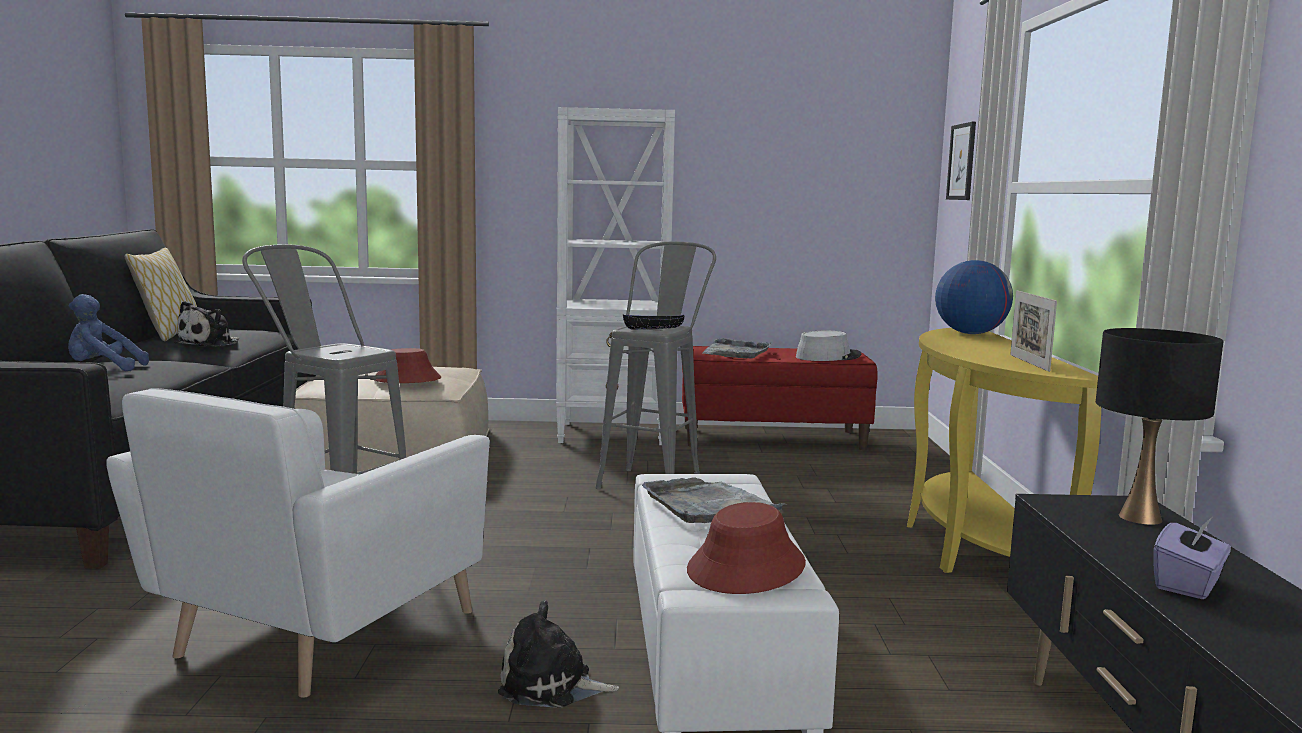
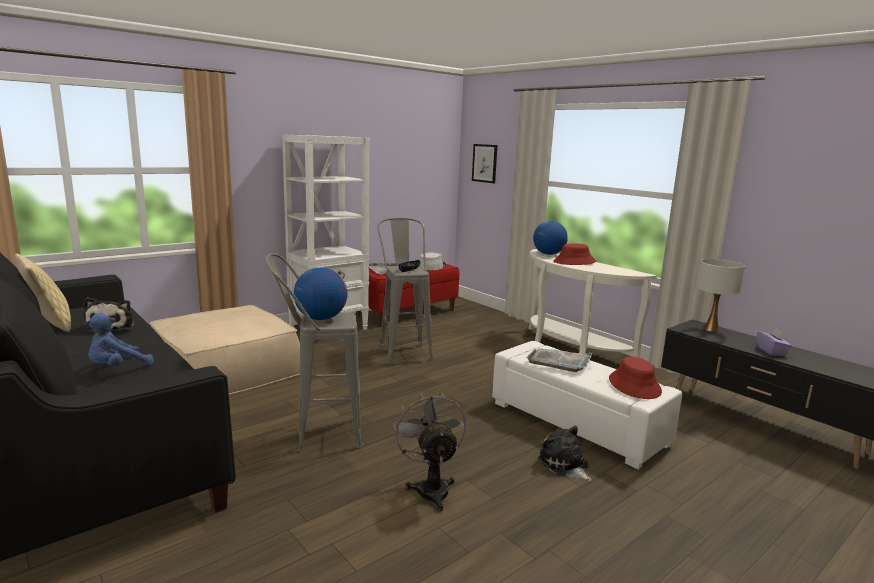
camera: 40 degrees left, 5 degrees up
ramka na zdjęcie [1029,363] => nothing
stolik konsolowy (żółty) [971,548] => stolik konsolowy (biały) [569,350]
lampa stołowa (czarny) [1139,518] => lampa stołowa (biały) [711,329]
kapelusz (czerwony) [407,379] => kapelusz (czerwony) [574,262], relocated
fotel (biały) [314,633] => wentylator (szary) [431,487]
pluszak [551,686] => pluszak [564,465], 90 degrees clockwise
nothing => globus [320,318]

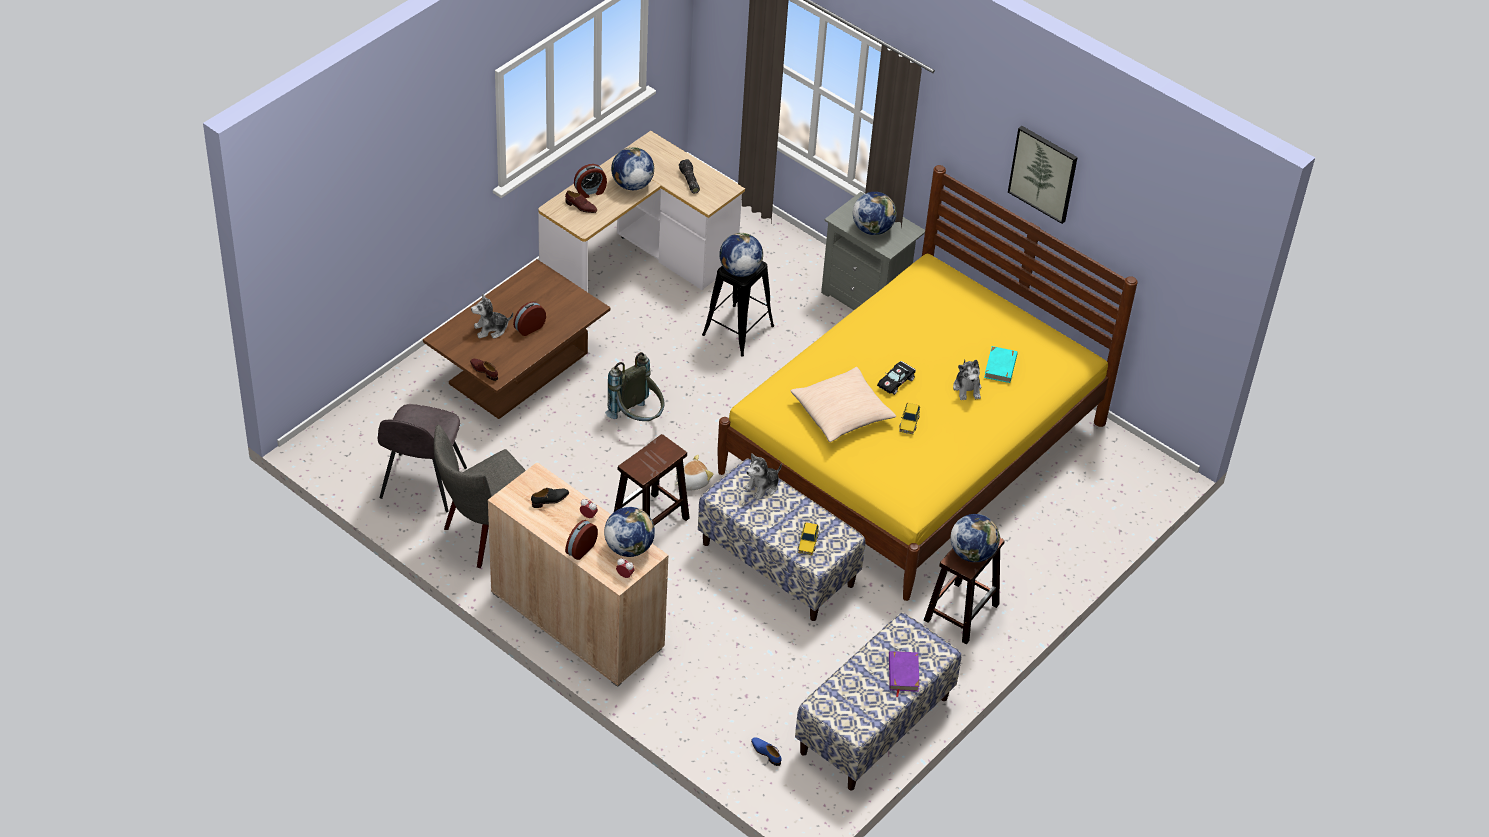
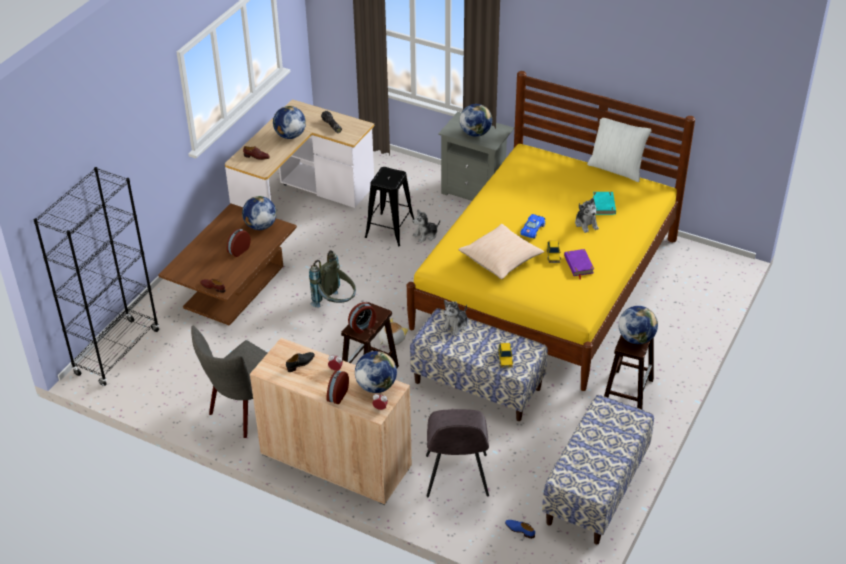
camera: 10 degrees left, 5 degrees down
obraz [1043,173] => nothing
budzik [590,191] => budzik [363,326], relocated
globus [739,270] => globus [260,226], relocated
pluszak [491,329] => pluszak [426,235], relocated
samochodzik (czarny) [896,381] => samochodzik (niebieski) [532,229]
krzesło (szary) [422,485] => krzesło (szary) [456,477], relocated
książka (fioletowy) [903,674] => książka (fioletowy) [578,265], relocated
nothing => poduszka (biały) [616,168]
nothing => regał (czarny) [117,352]

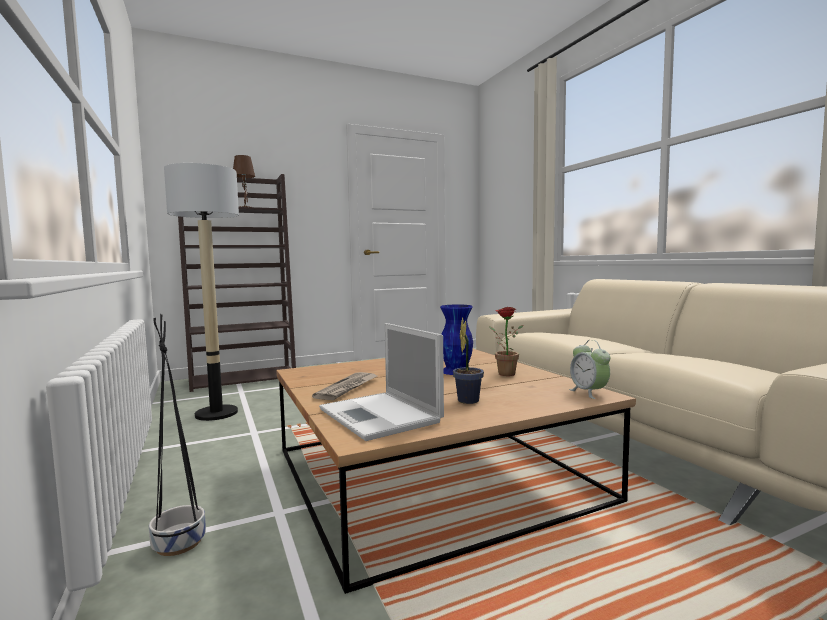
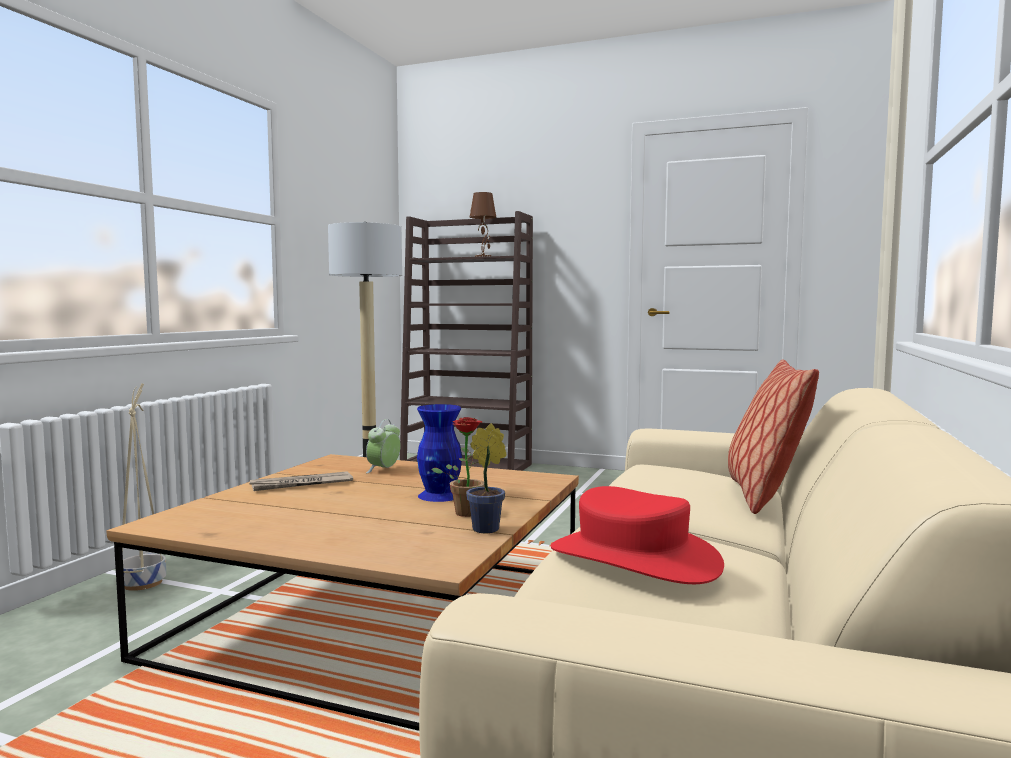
camera: 45 degrees right, 0 degrees up
donica (czarny) [178,542] => donica (beżowy) [143,583]
roślina doniczkowa [468,400] => roślina doniczkowa [489,529], relocated
laptop [381,416] => nothing
budzik [589,393] => budzik [383,470], relocated
nothing => poduszka [764,496]
nothing => kapelusz (czerwony) [633,558]

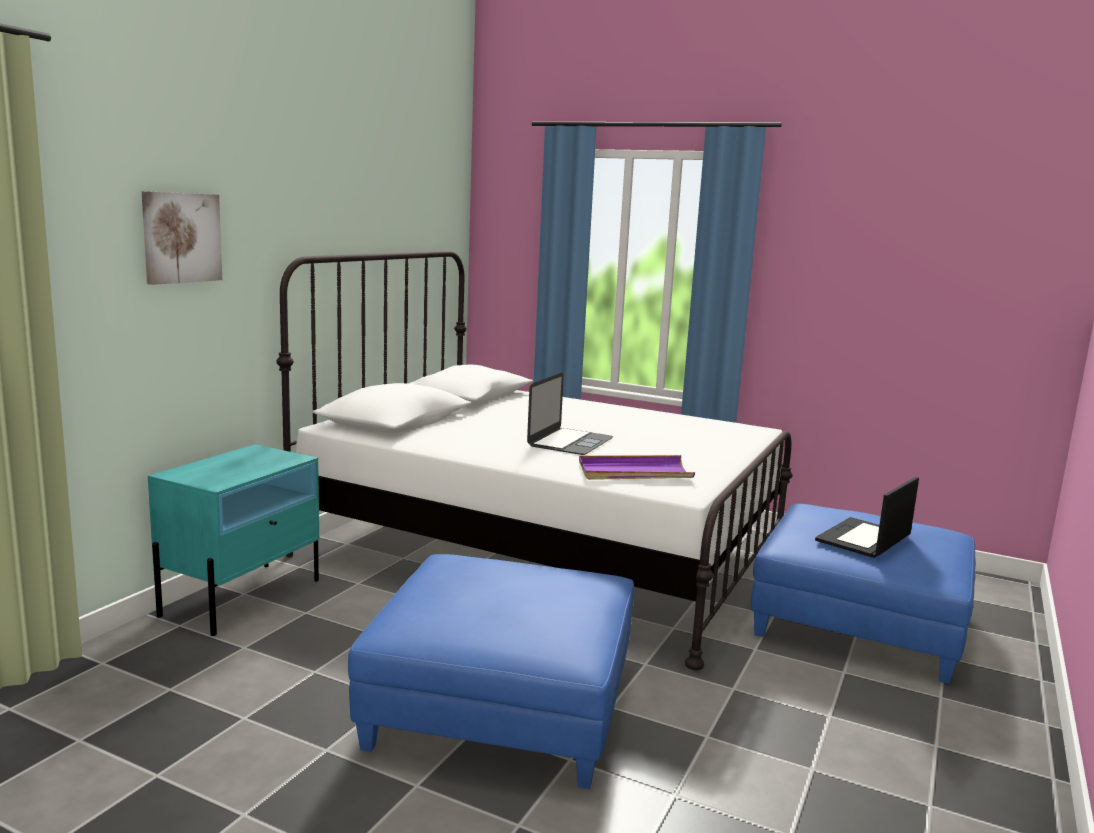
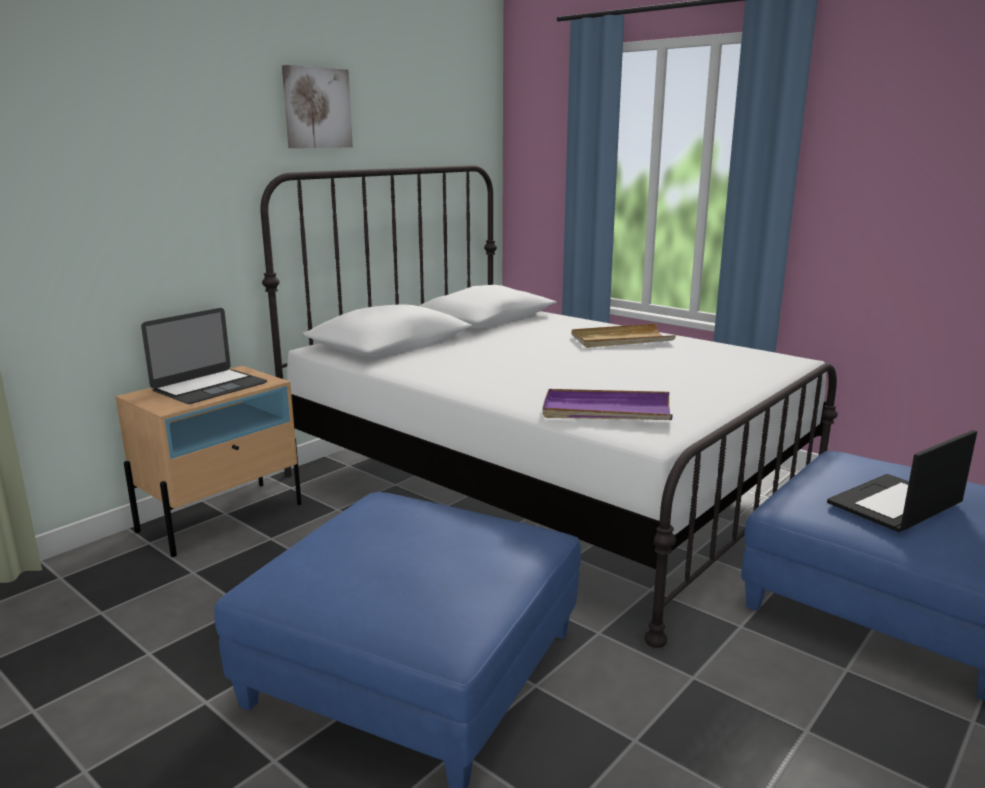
camera: 15 degrees right, 5 degrees up
obraz [181,237] => obraz [316,108], relocated
laptop [570,442] => laptop [210,386], relocated
szafka nocna (turkusowy) [243,597] => szafka nocna (beżowy) [222,517]
nothing => taca (beżowy) [621,340]

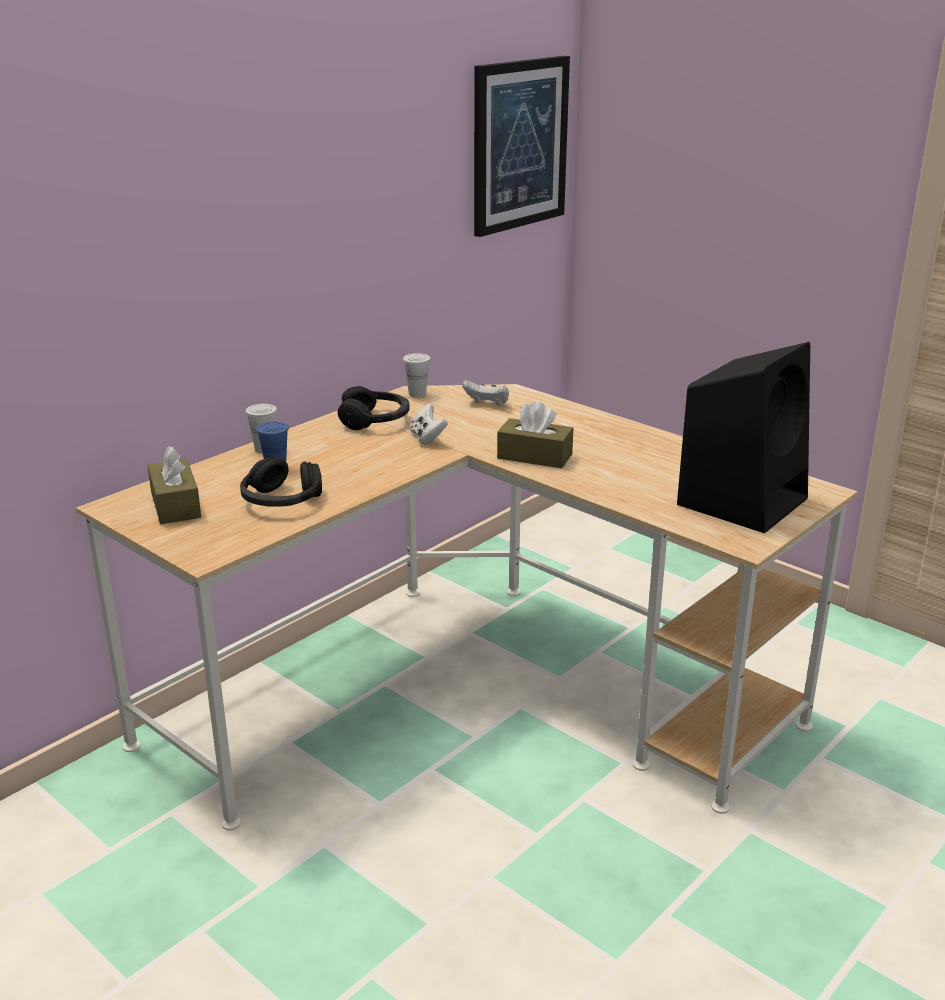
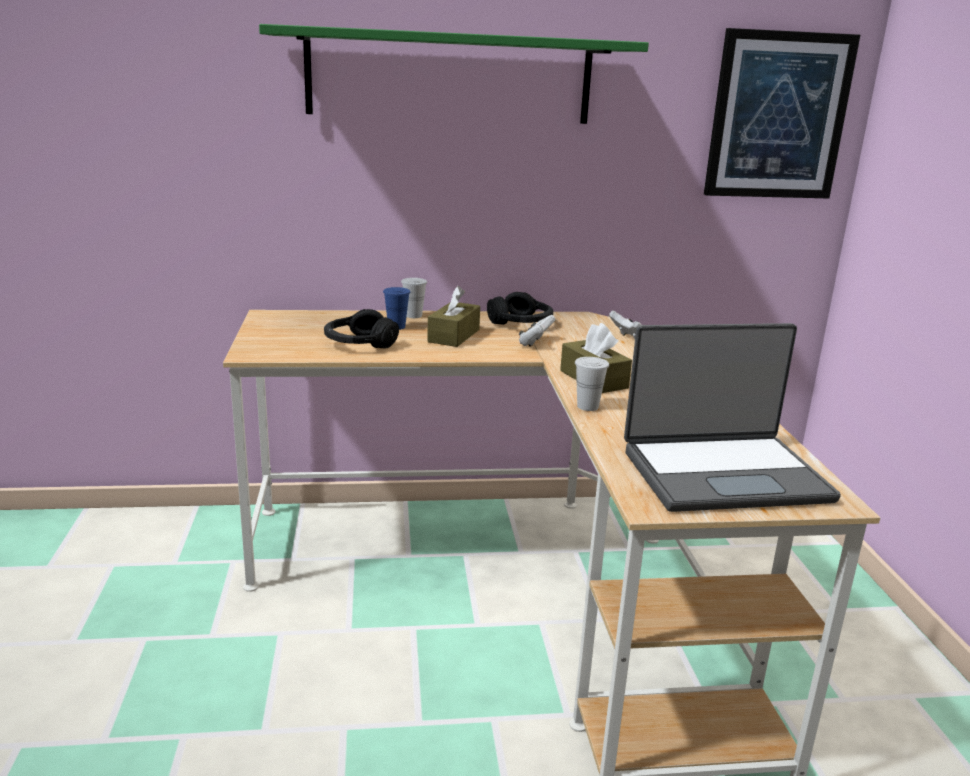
camera: 40 degrees right, 5 degrees down
głośnik (czarny) [743,500] => laptop [723,474]
filiżanka (biały) [417,394] => filiżanka (biały) [587,406], relocated
pudełko chusteczek (brązowy) [175,505] => pudełko chusteczek (brązowy) [454,336], relocated
nothing => półka (zielony) [450,77]

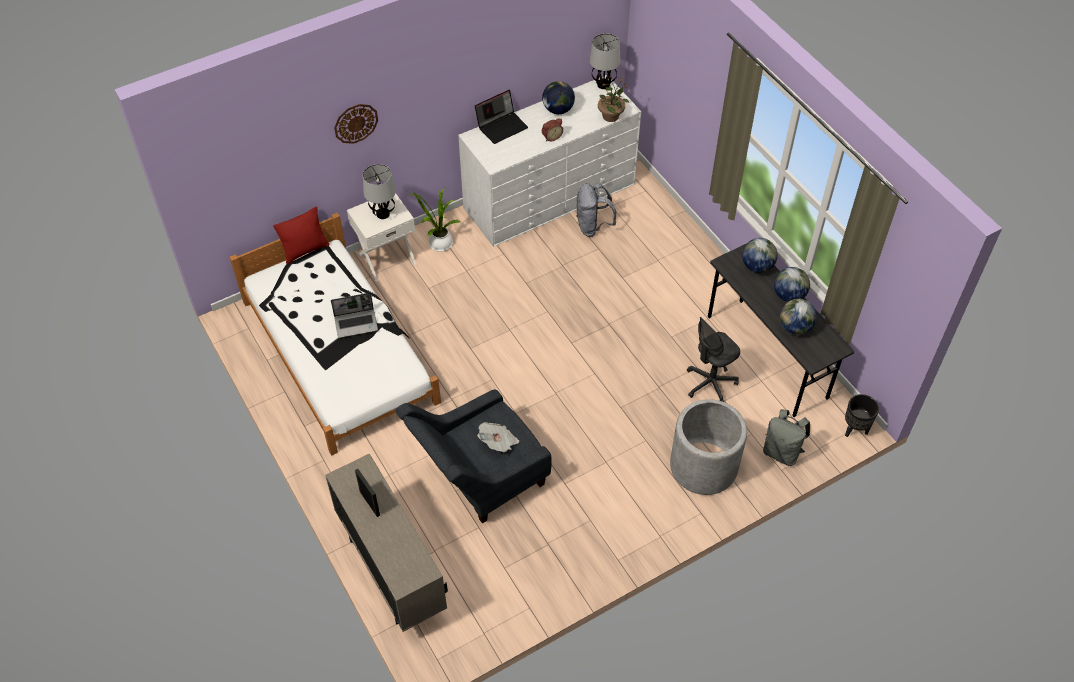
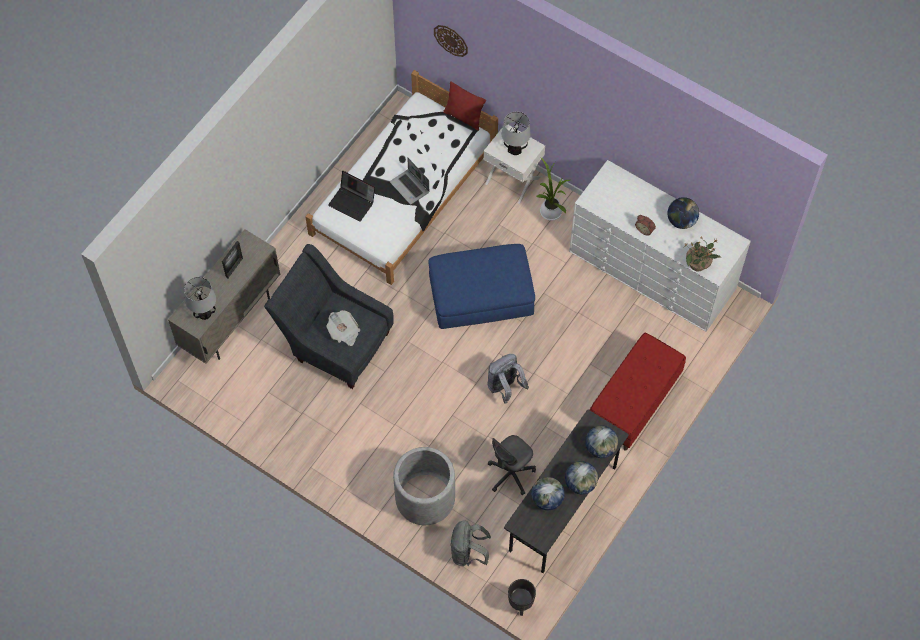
camera: 65 degrees right, 10 degrees up
lampa stołowa [603,85] => lampa stołowa [204,313], relocated
laptop [502,126] => laptop [353,202], relocated
zegar ścienny [356,123] => zegar ścienny [451,40], relocated
plecak (szary) [593,226] => plecak (szary) [505,387], relocated
krzesło biurowe (szary) [710,384] => krzesło biurowe (szary) [510,474], 75 degrees counterclockwise
nothing => pufa (niebieski) [481,295]
nothing => ławka (czerwony) [634,403]

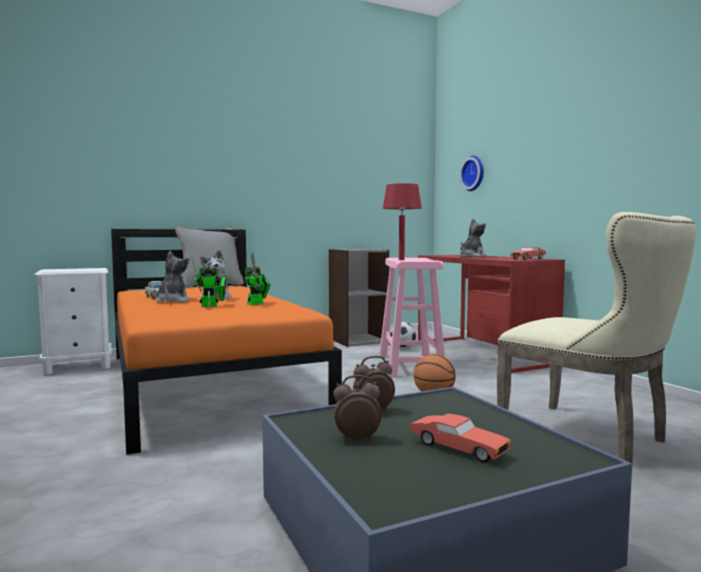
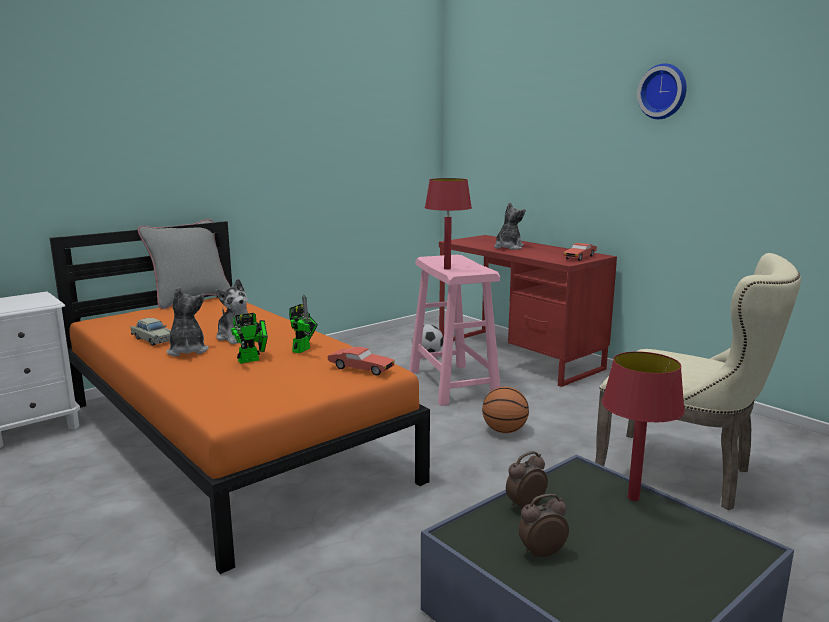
camera: 15 degrees left, 10 degrees up
zegar ścienny [474,173] => zegar ścienny [663,91], relocated
regał (szary) [357,340] => nothing
samochodzik (czerwony) [457,448] => samochodzik (czerwony) [360,369], relocated
nothing => lampa stołowa (czerwony) [633,498]

